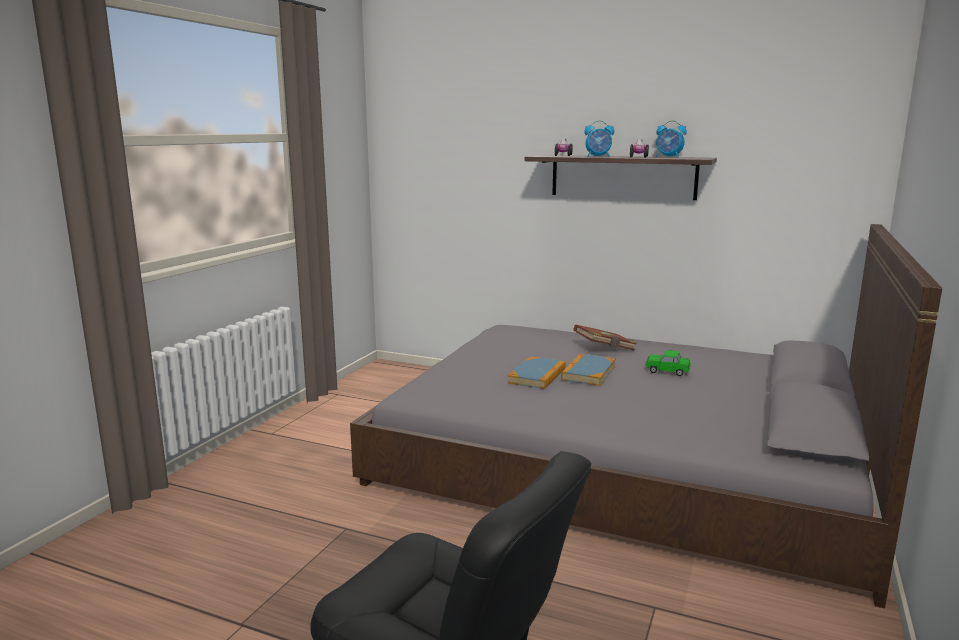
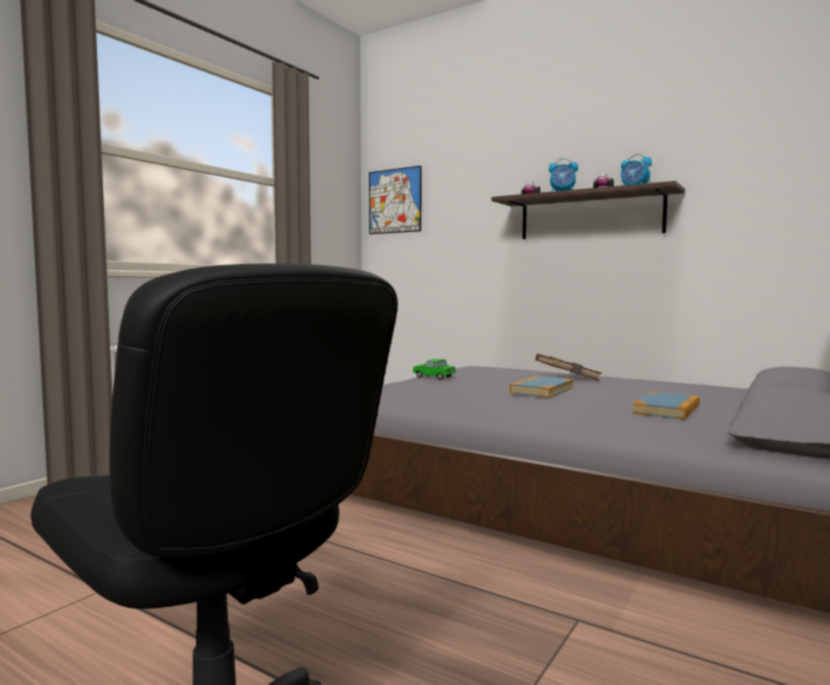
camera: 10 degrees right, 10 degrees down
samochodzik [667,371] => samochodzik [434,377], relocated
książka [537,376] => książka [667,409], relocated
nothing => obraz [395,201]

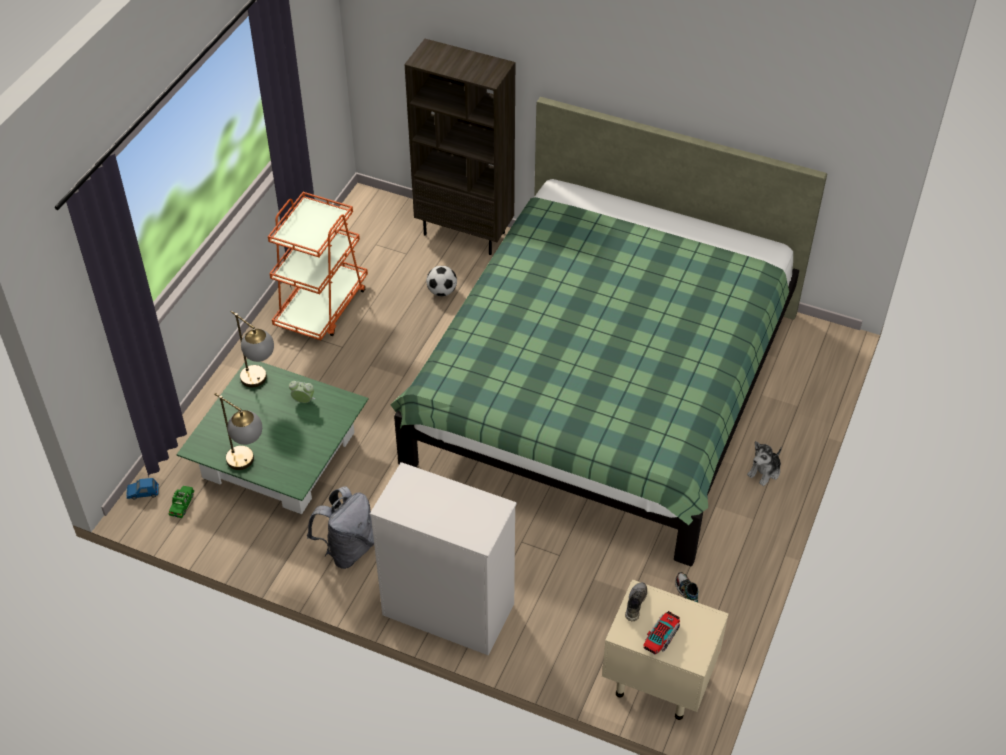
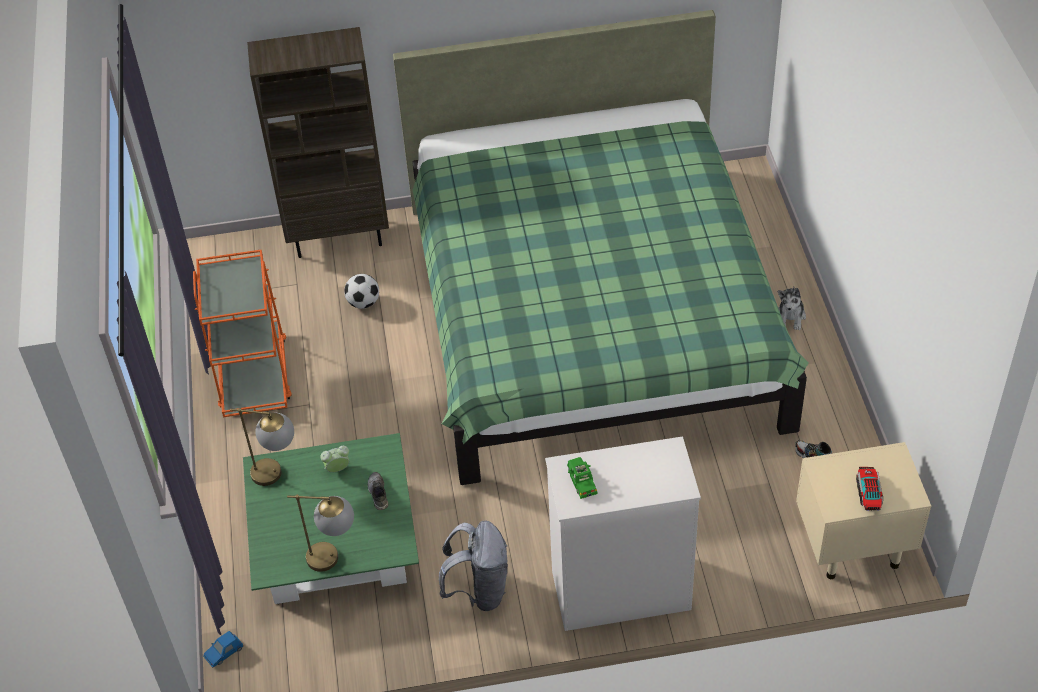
camera: 30 degrees left, 0 degrees up
samochodzik (zielony) [182,504] => samochodzik (zielony) [581,481], relocated
but (szary) [635,603] => but (szary) [377,493], relocated

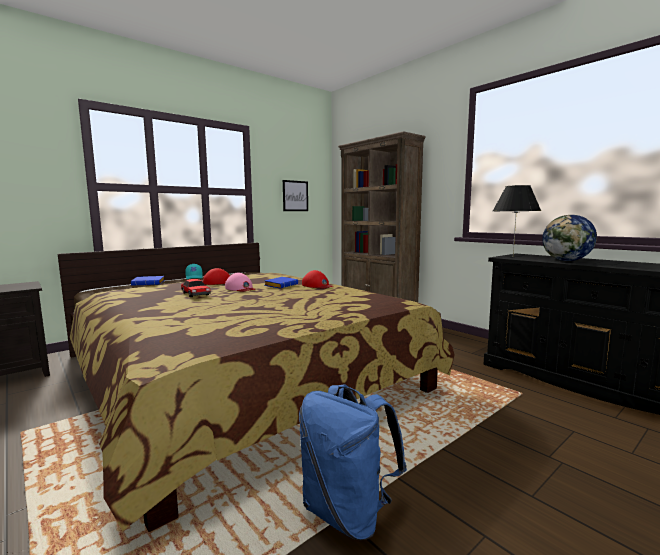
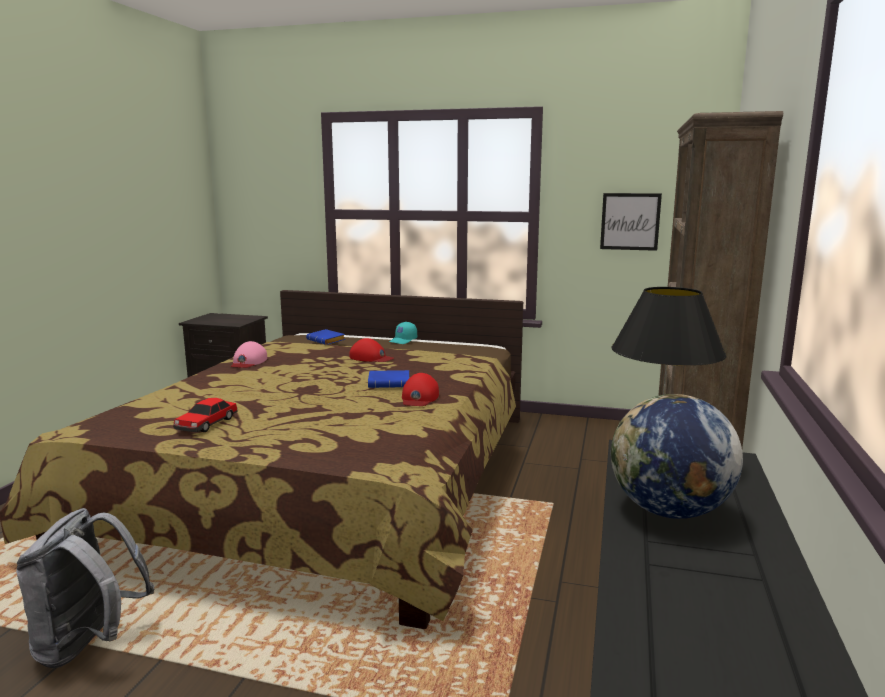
camera: 55 degrees right, 5 degrees up
czapka z daszkiem (różowy) [240,288] => czapka z daszkiem (różowy) [248,362], relocated
samochodzik [196,294] => samochodzik [206,424], relocated
plecak (niebieski) [348,513] => plecak (szary) [88,645]

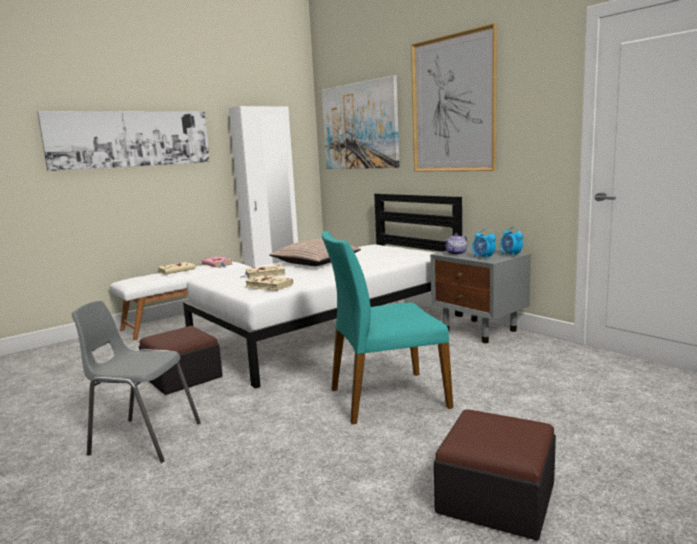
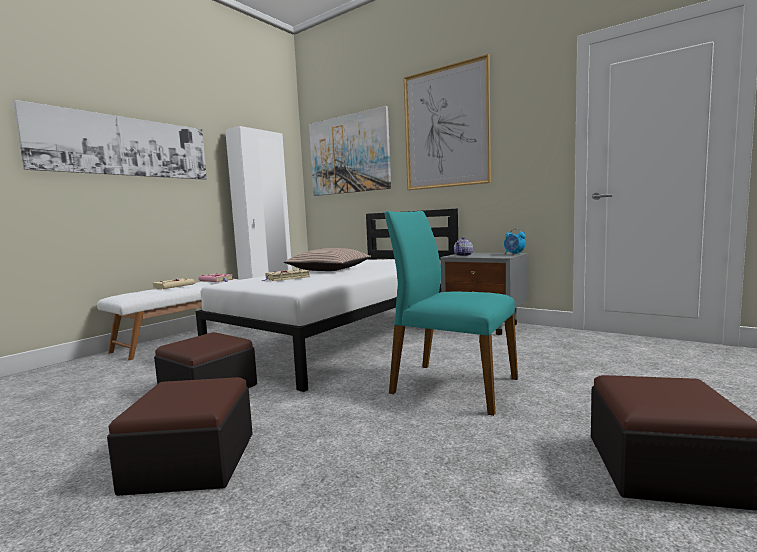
camera: 15 degrees left, 5 degrees down
budzik [483,257] => nothing
krzesło (turkusowy) [386,397] => krzesło (turkusowy) [452,386], 60 degrees clockwise
książka (beżowy) [268,286] => nothing
krzesło (szary) [143,438] => pufa [191,462]

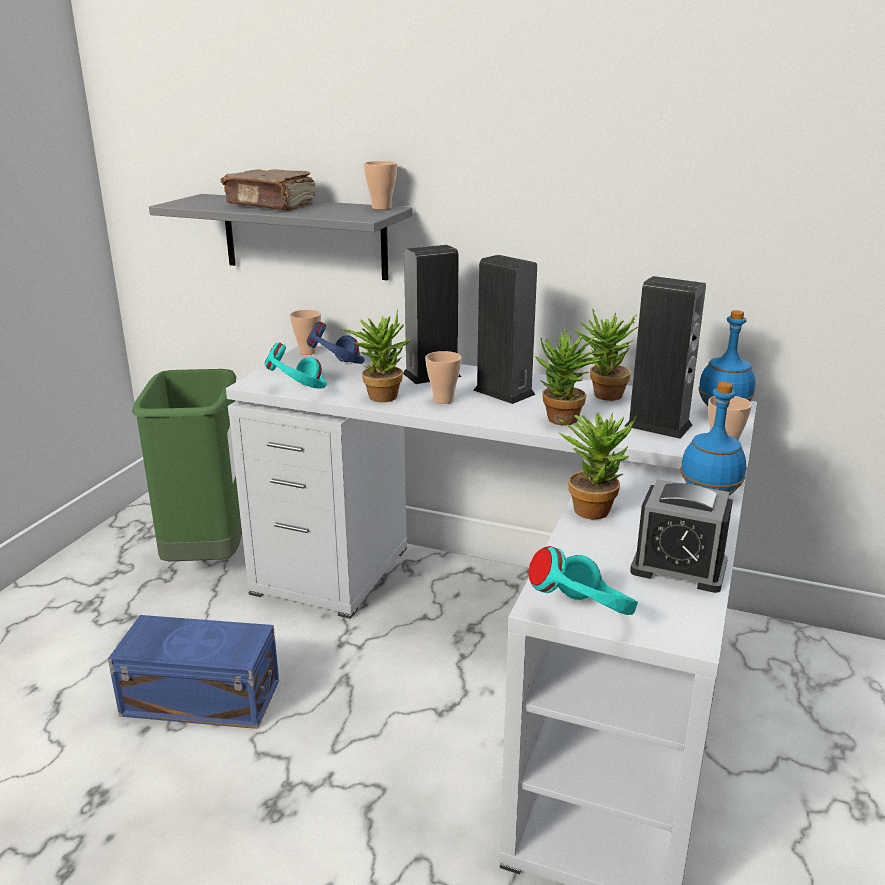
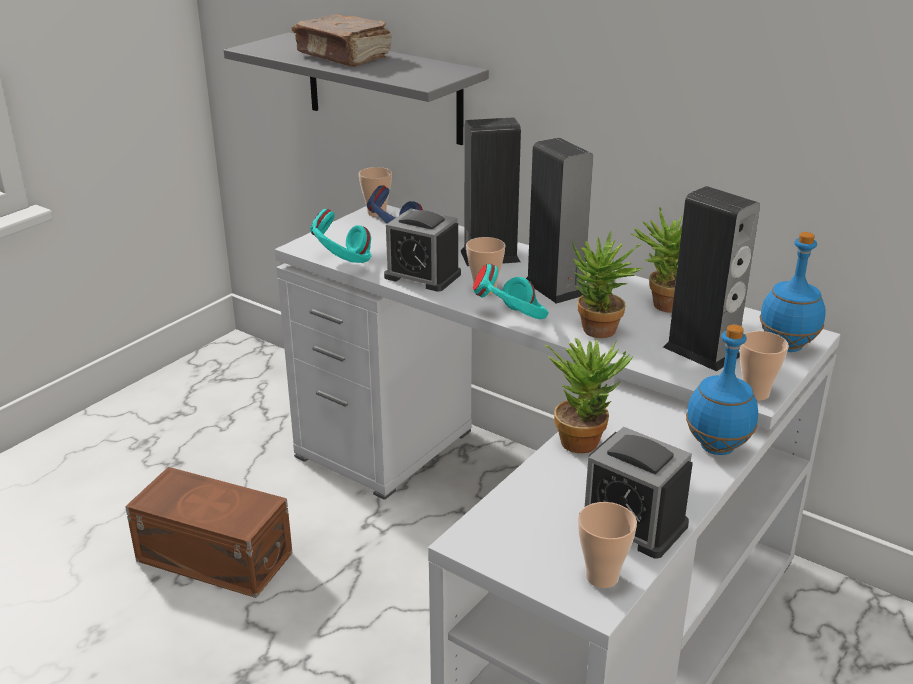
camera: 15 degrees right, 5 degrees up
filiżanka [381,208] => filiżanka [602,577], relocated
roślina doniczkowa [380,395] => budzik [422,276]
kosz na śmieci (zielony) [208,557] => nothing
słuchawki (turkusowy) [584,617] => słuchawki (turkusowy) [513,321], relocated
pojemnik do przechowywania (niebieski) [200,696] => pojemnik do przechowywania (brązowy) [214,555]

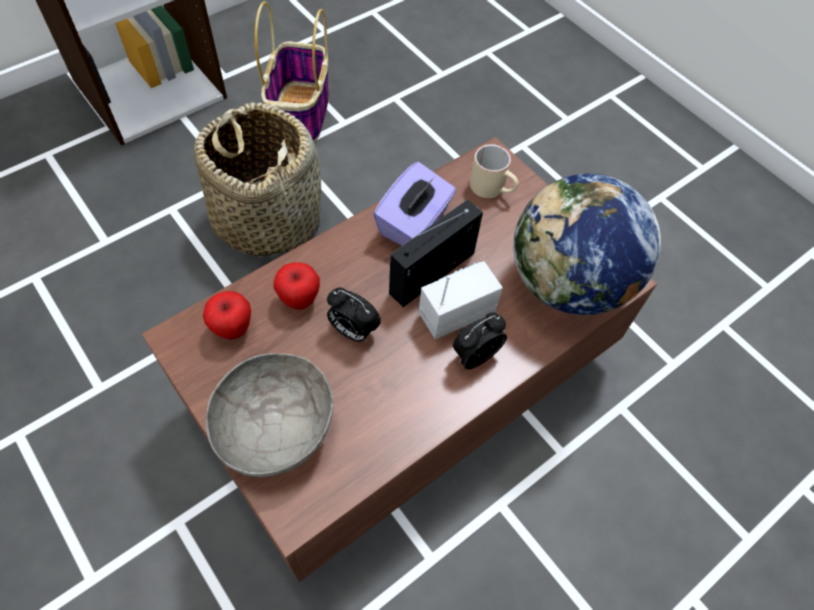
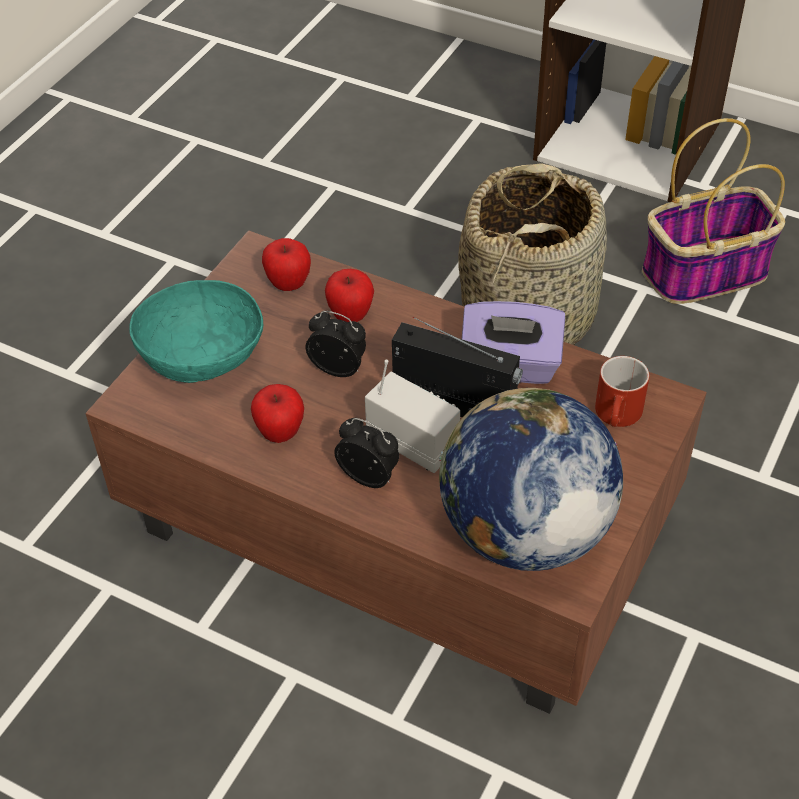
camera: 70 degrees right, 10 degrees down
kubek (beżowy) [493,188] => kubek (czerwony) [618,417]
budzik [352,331] => budzik [339,368], 105 degrees clockwise
miska (szary) [275,427] => miska (turkusowy) [203,355]
nothing => jabłko [280,432]

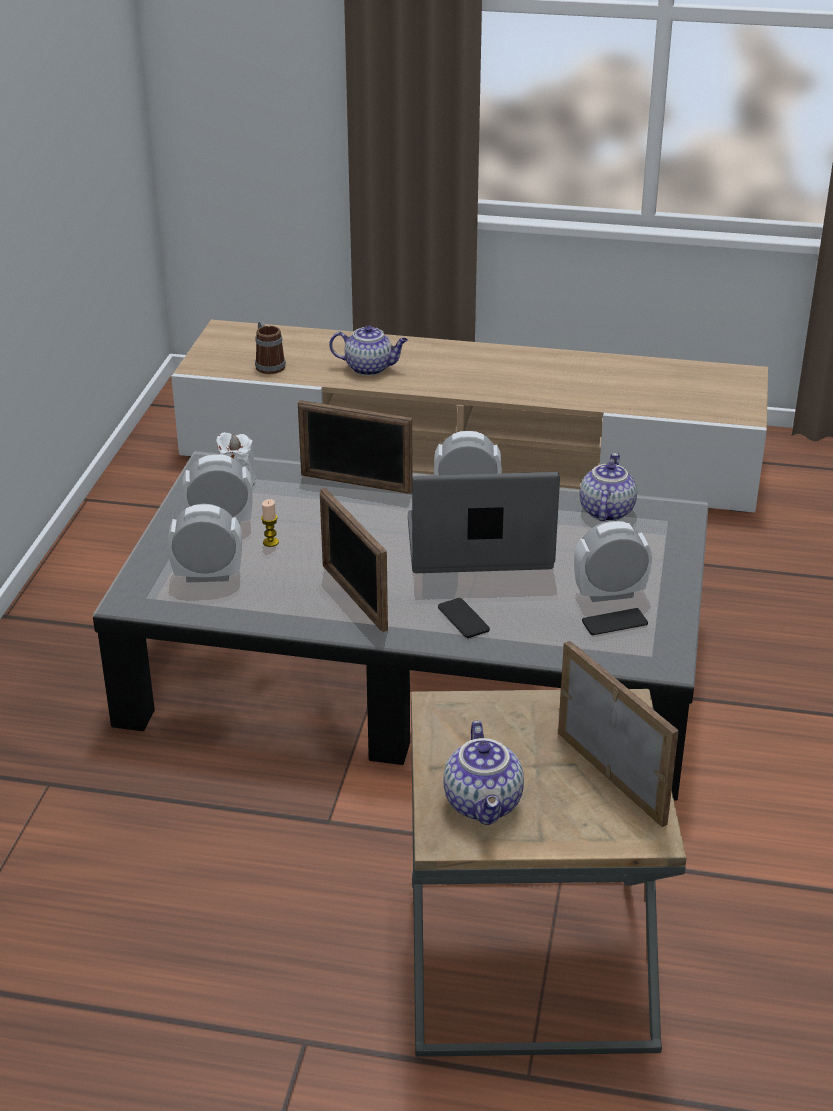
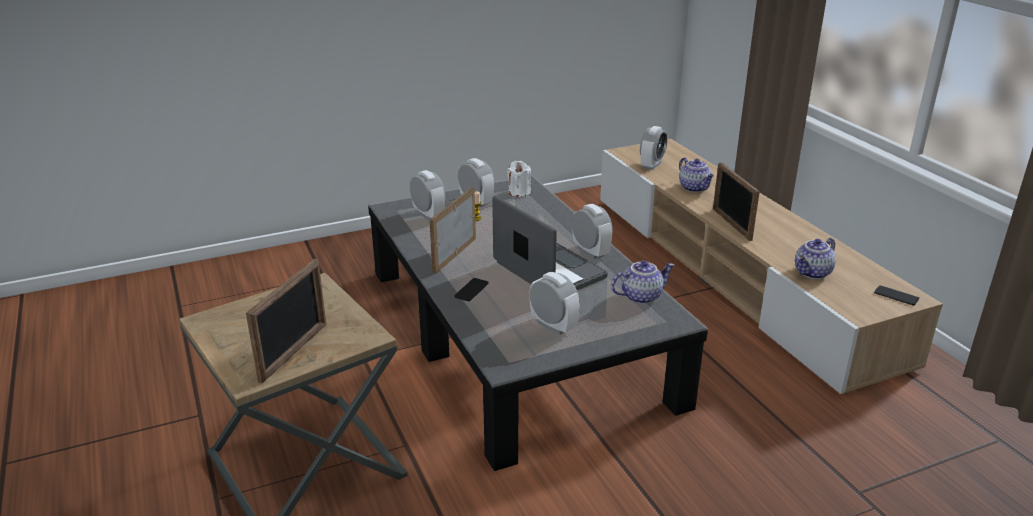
camera: 55 degrees right, 5 degrees down
kubek [268,365] => budzik [652,165]
ramka na zdjęcie [356,483] => ramka na zdjęcie [731,224], relocated
telefon [614,622] => telefon [896,296], relocated
imbryk [485,804] => imbryk [813,273], relocated

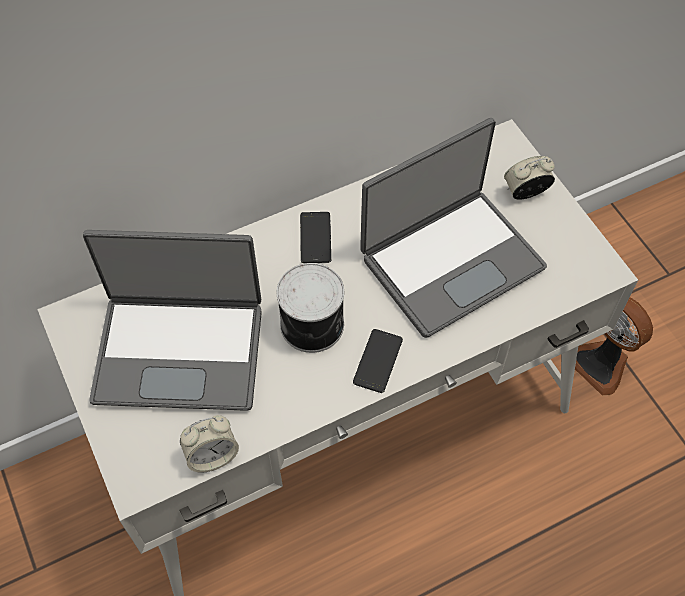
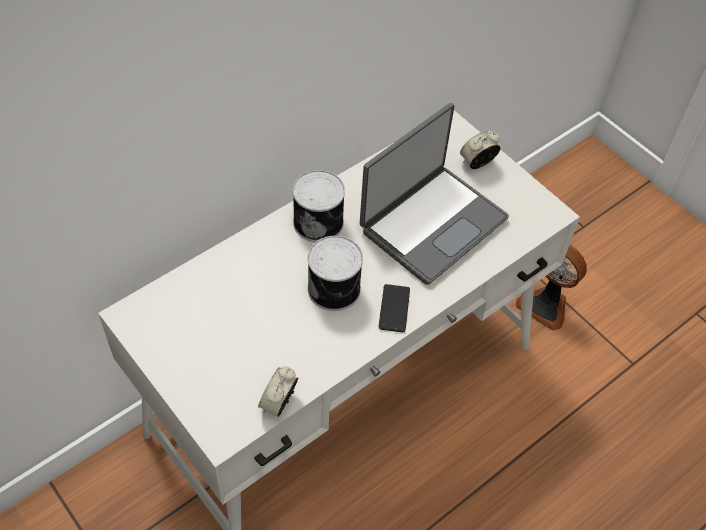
camera: 15 degrees left, 5 degrees down
telefon [315,238] => puszka [319,221]
laptop [180,350] => nothing
budzik [212,455] => budzik [279,403], 150 degrees clockwise

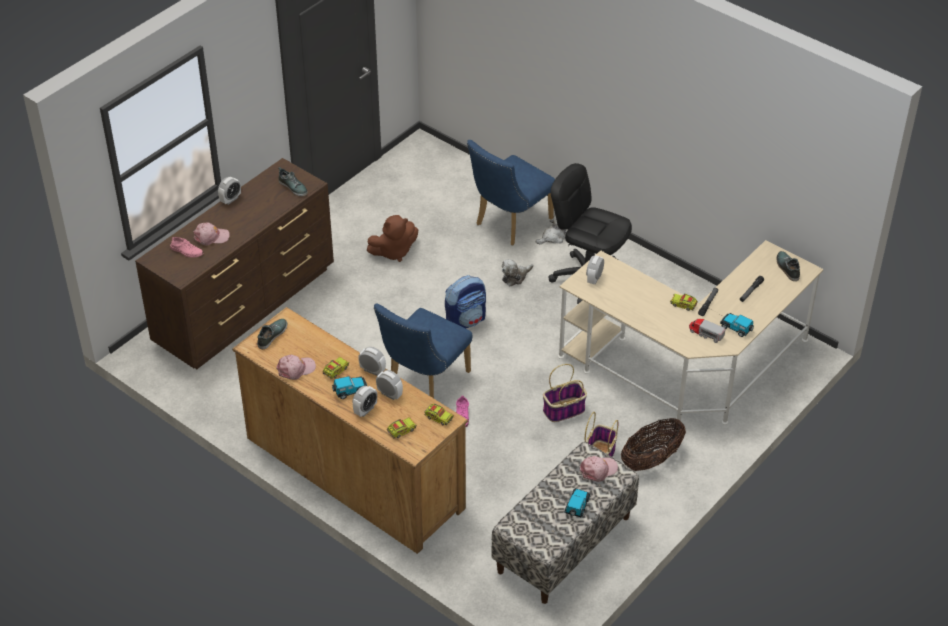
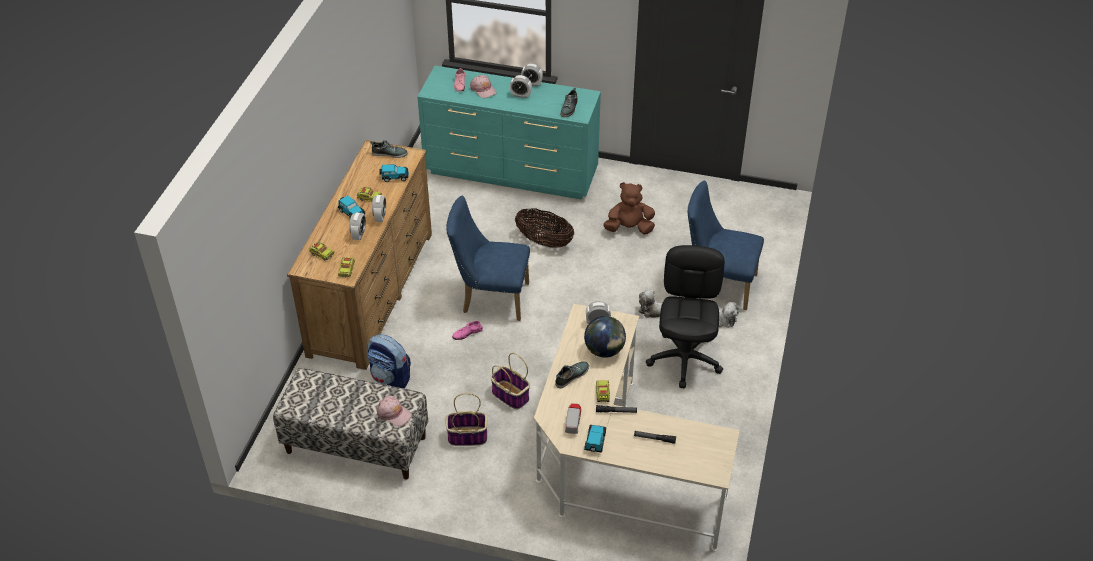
camera: 65 degrees right, 0 degrees up
komoda (brązowy) [246,306] => komoda (turkusowy) [511,173]
pluszak (brązowy) [393,252] => pluszak (brązowy) [629,228], 135 degrees clockwise
but [787,268] => but [571,376], relocated
plecak [466,321] => plecak [391,378], relocated
czapka z daszkiem (różowy) [296,369] => nothing
budzik [365,410] => budzik [521,95], relocated
koszyk [651,460] => koszyk [544,241], relocated
samochodzik [577,506] => samochodzik [394,177], relocated
nothing => globus [604,351]

